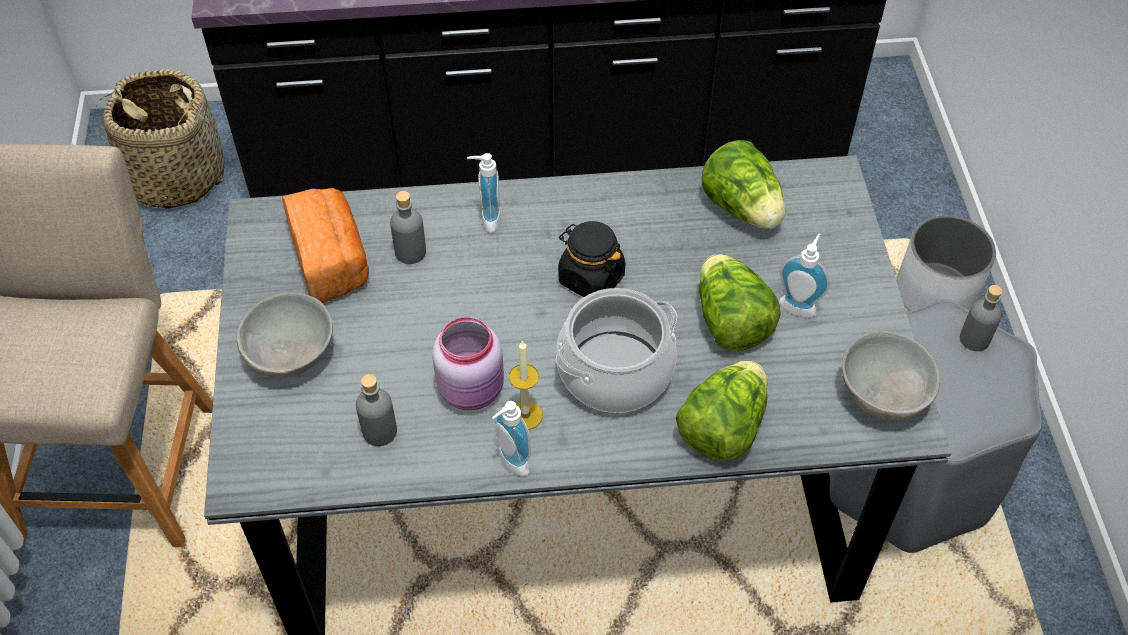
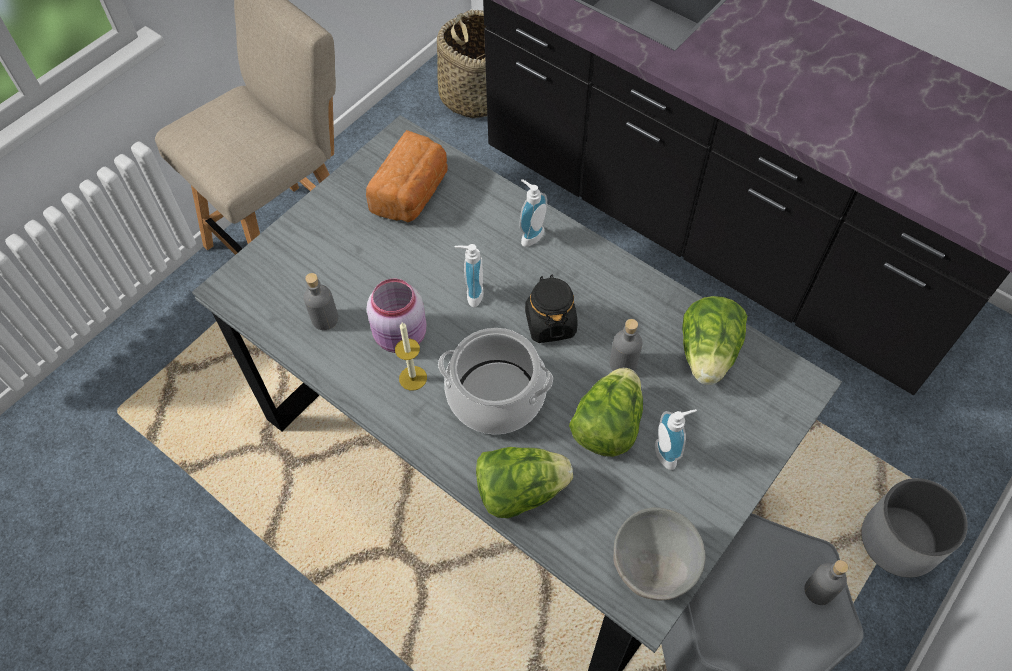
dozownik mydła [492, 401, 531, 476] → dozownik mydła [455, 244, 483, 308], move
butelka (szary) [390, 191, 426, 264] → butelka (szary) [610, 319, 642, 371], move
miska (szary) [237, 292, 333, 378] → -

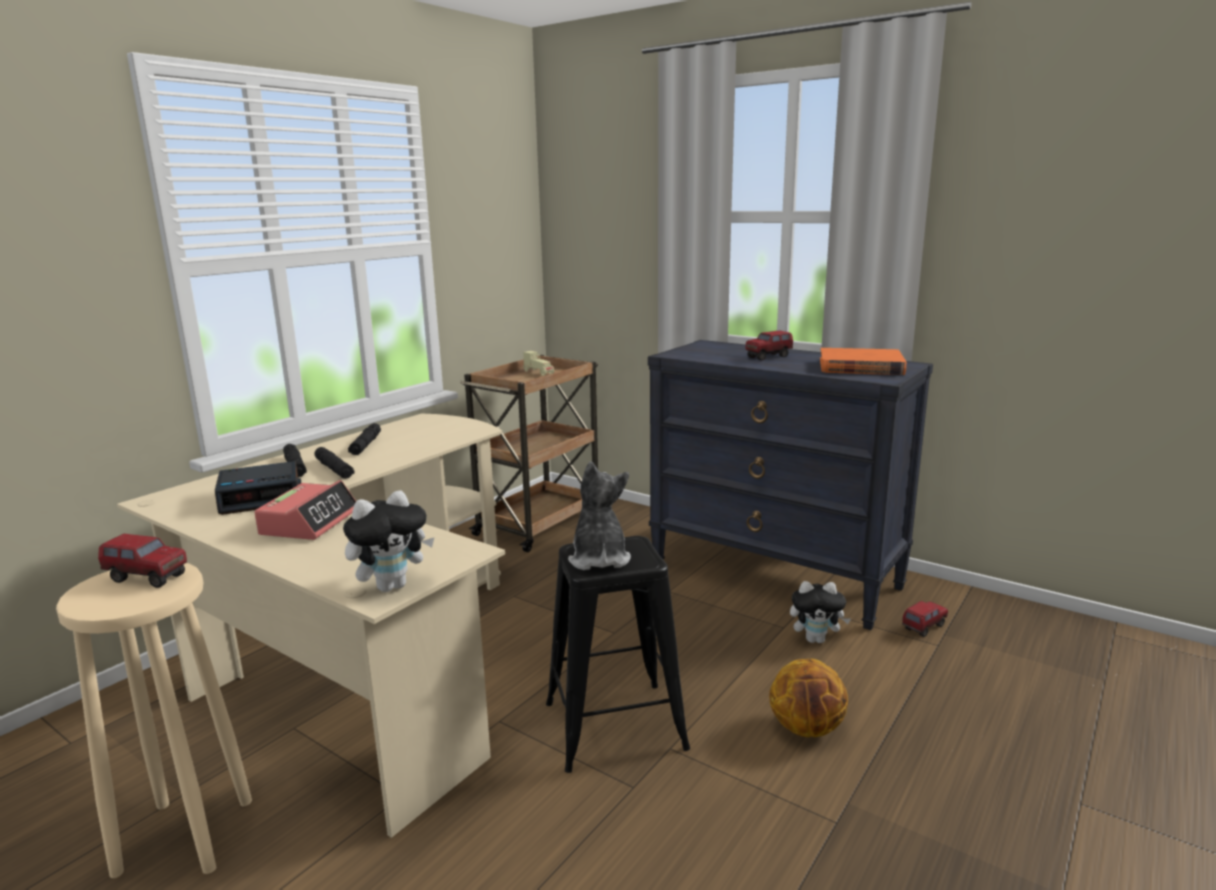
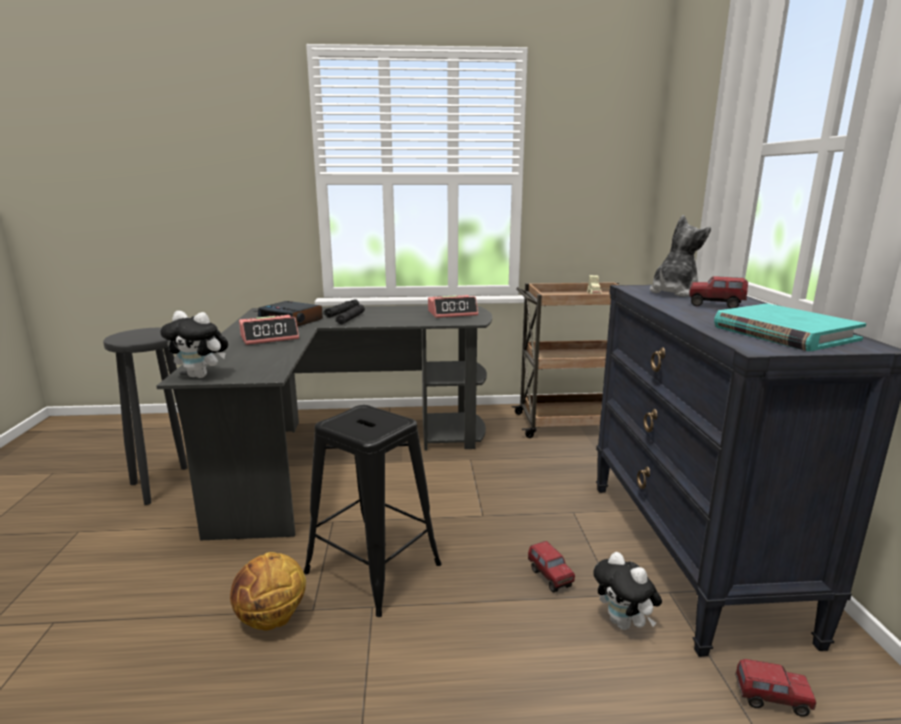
stołek (beżowy) [56, 563, 252, 878] → stołek (czarny) [103, 328, 188, 505]
biurko (beżowy) [117, 414, 505, 838] → biurko (czarny) [157, 305, 492, 540]
piłka do koszykówki [769, 658, 848, 737] → piłka do koszykówki [230, 552, 306, 631], move
- → budzik [428, 295, 478, 318]
ciężarówka zabawkowa [98, 534, 187, 588] → ciężarówka zabawkowa [528, 541, 575, 592], move
pluszak [568, 461, 631, 570] → pluszak [650, 215, 711, 297], move
książka (pomarańczowy) [820, 348, 906, 375] → książka (turkusowy) [714, 303, 866, 351]
latarka (czarny) [348, 423, 381, 455] → -

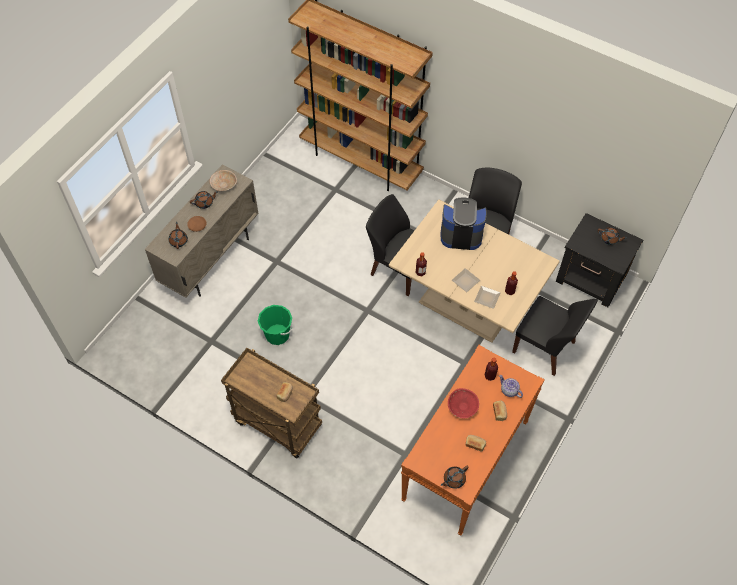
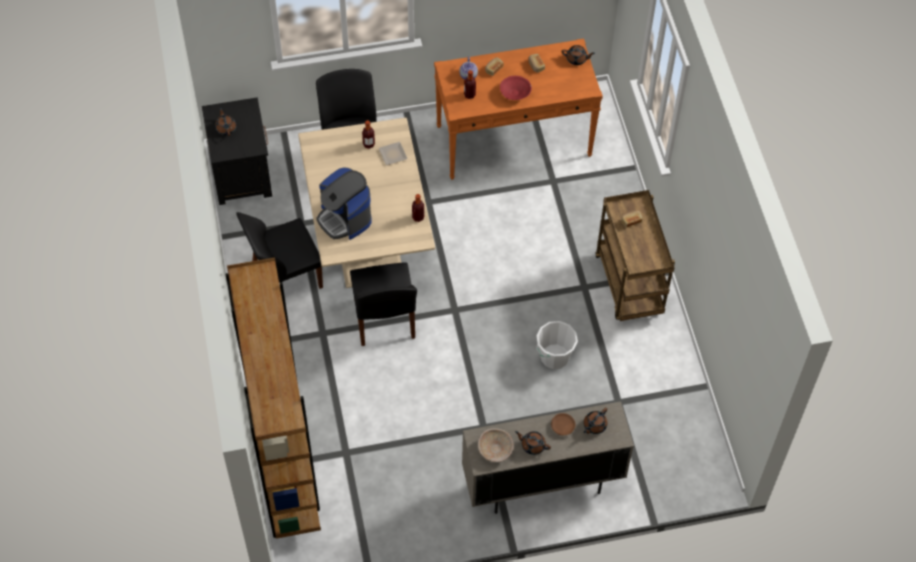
wiadro (zielony) [258, 305, 293, 345] → wiadro (biały) [536, 321, 578, 369]
talerz [452, 268, 480, 292] → -

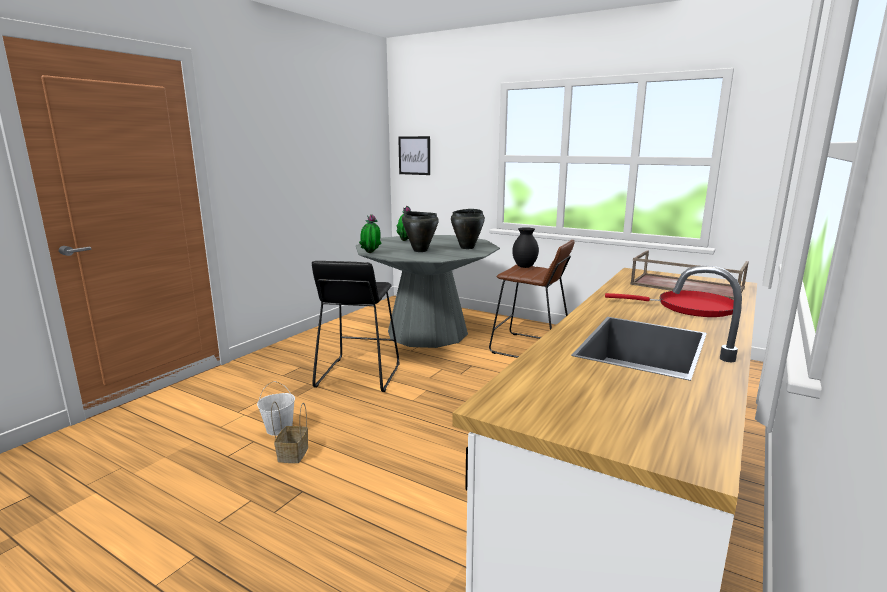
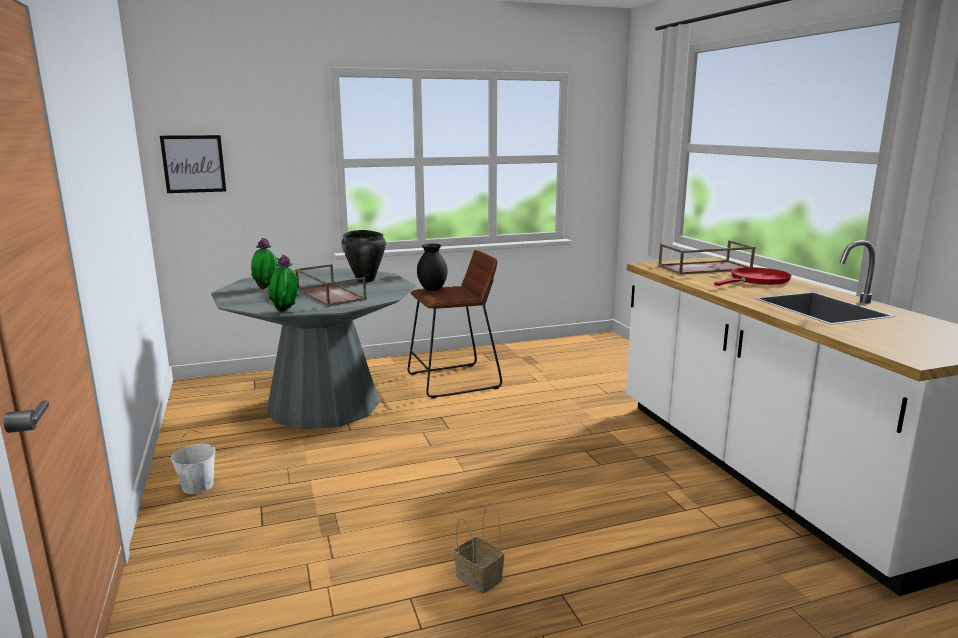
wiadro (biały) [257, 381, 295, 436] → wiadro (biały) [171, 430, 216, 494], move
garnek (czarny) [402, 211, 439, 252] → taca (brązowy) [295, 264, 367, 306]
stołek (czarny) [312, 261, 400, 392] → -

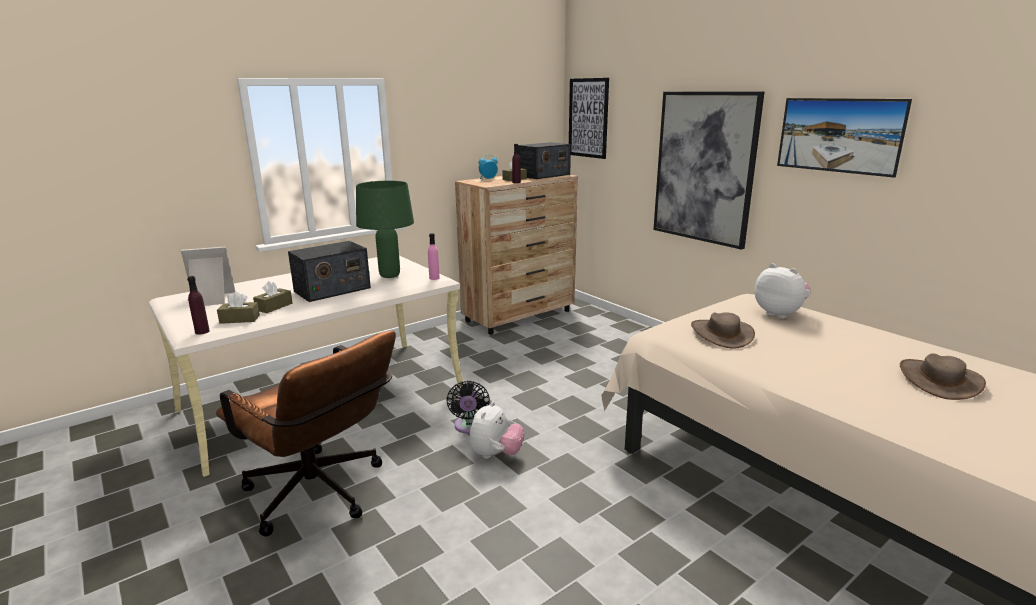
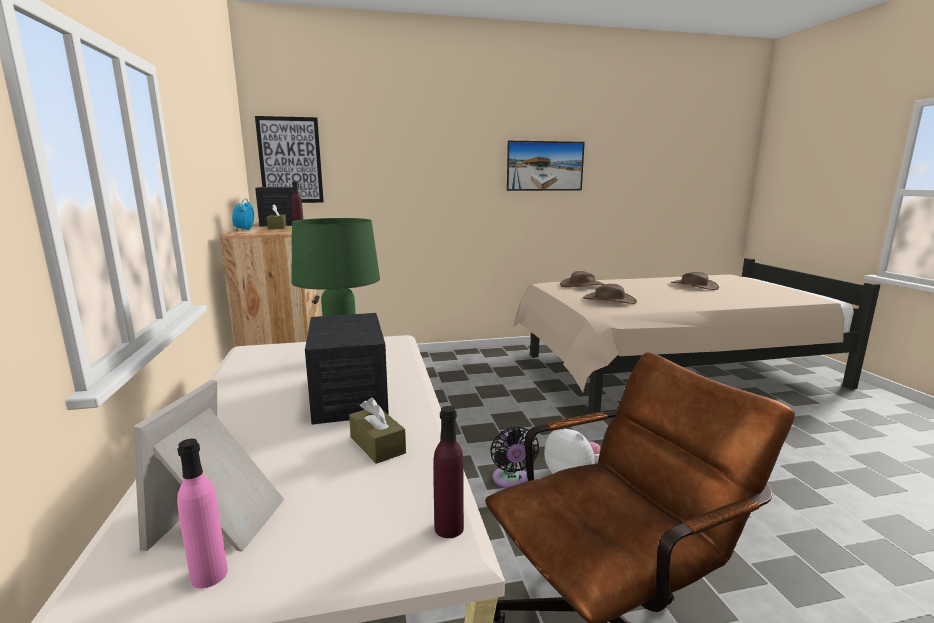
butelka (różowy) [428, 233, 440, 280] → butelka (różowy) [177, 439, 228, 588], move
wentylator (czarny) [446, 381, 490, 434] → wentylator (czarny) [490, 426, 539, 488], 60 degrees clockwise
pluszak [754, 263, 811, 319] → kapelusz (brązowy) [560, 271, 605, 287]
pudełko chusteczek (brązowy) [217, 292, 260, 324] → -
obraz [653, 91, 765, 250] → -

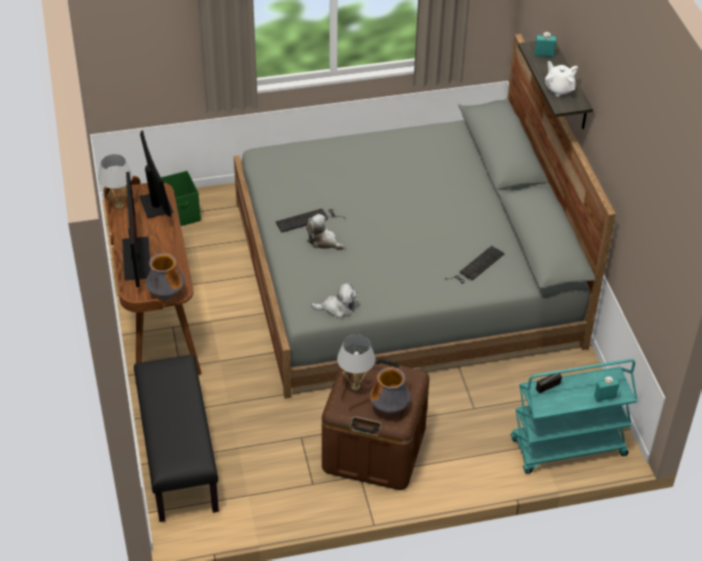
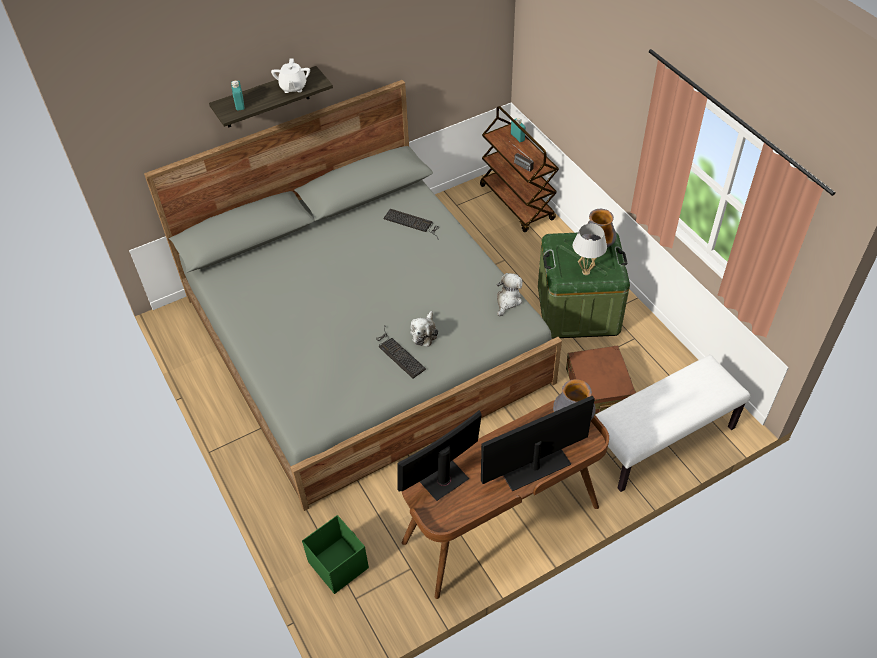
imbryk (biały) [545, 61, 578, 96] → imbryk (biały) [271, 58, 310, 93], 45 degrees counterclockwise
wózek (turkusowy) [511, 359, 638, 474] → wózek (brązowy) [480, 106, 559, 232]
pluszak [311, 282, 358, 318] → pluszak [496, 273, 523, 317], 45 degrees clockwise
pojemnik do przechowywania (brązowy) [322, 359, 429, 490] → pojemnik do przechowywania (zielony) [538, 233, 630, 339]
- → walizka (brązowy) [566, 345, 636, 415]
ławka (czarny) [134, 355, 219, 522] → ławka (biały) [595, 355, 750, 492]
lampa stołowa (biały) [98, 154, 133, 209] → -

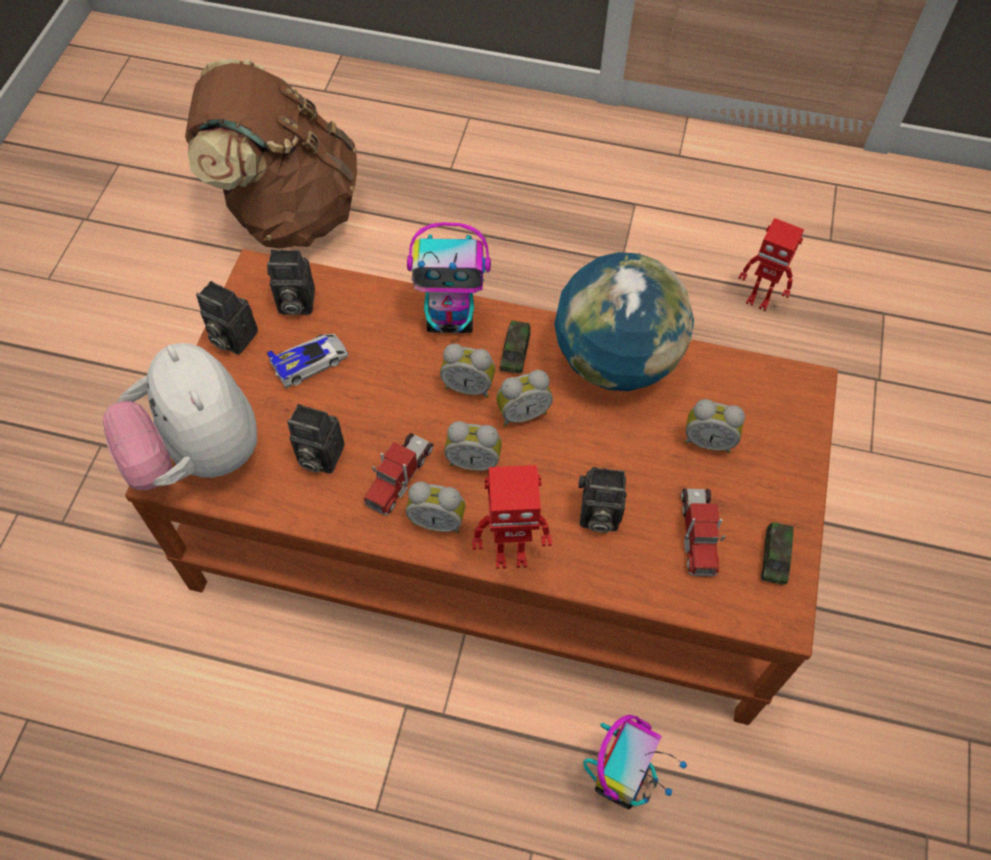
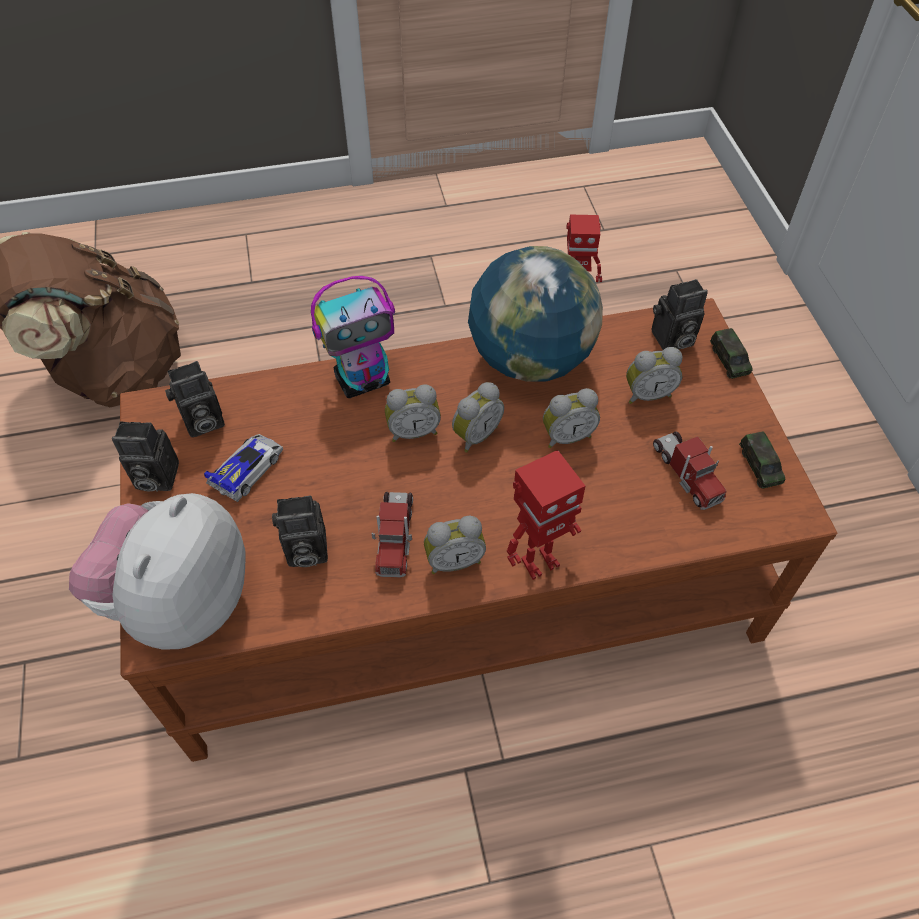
pluszak [103, 343, 257, 490] → pluszak [69, 493, 246, 650], 75 degrees clockwise
budzik [444, 421, 502, 471] → budzik [543, 388, 600, 448], move
aparat fotograficzny [578, 467, 627, 533] → aparat fotograficzny [652, 279, 708, 350], move
samochodzik [500, 321, 531, 373] → samochodzik [710, 328, 753, 379], move
robot zabawkowy [583, 715, 687, 809] → -

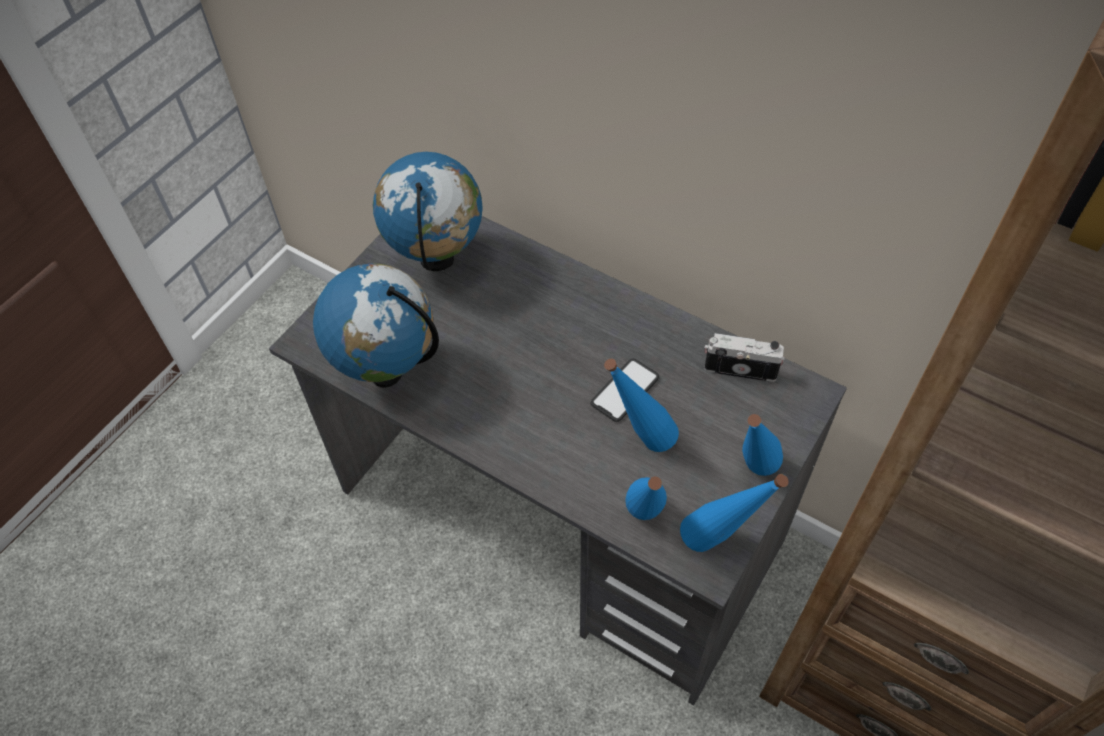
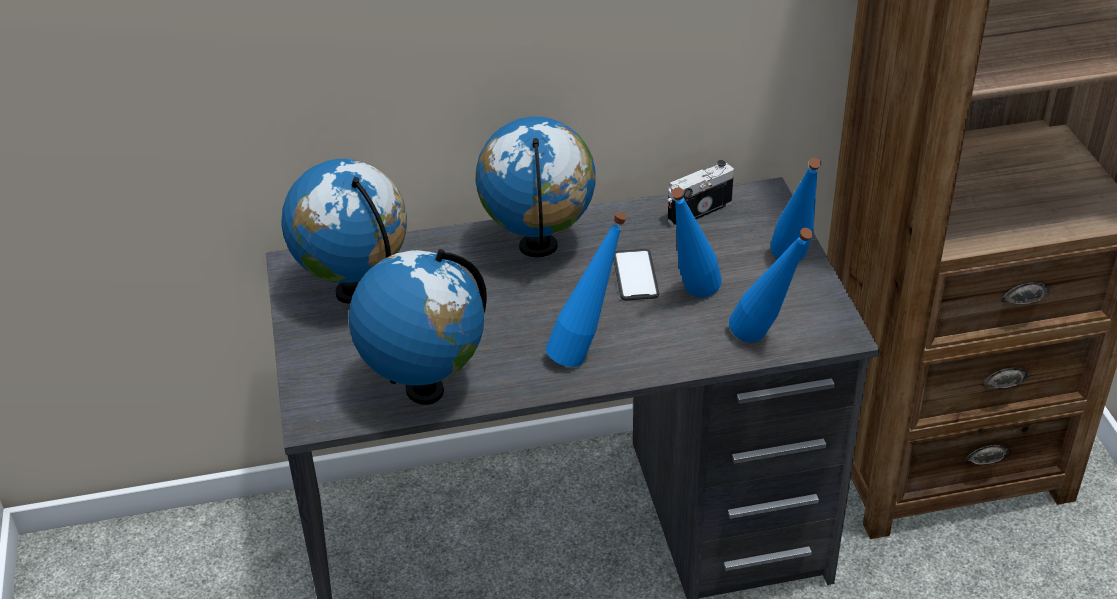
- → globus [476, 117, 596, 257]
butelka (niebieski) [680, 474, 789, 552] → butelka (niebieski) [546, 213, 627, 367], move

